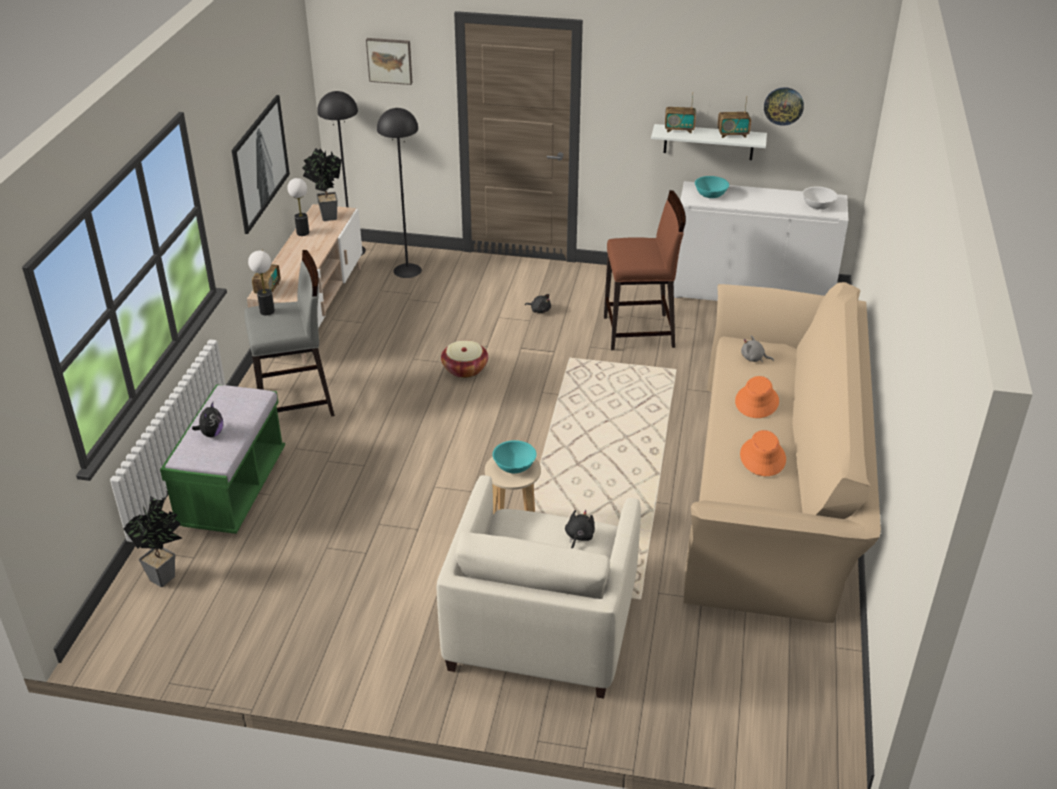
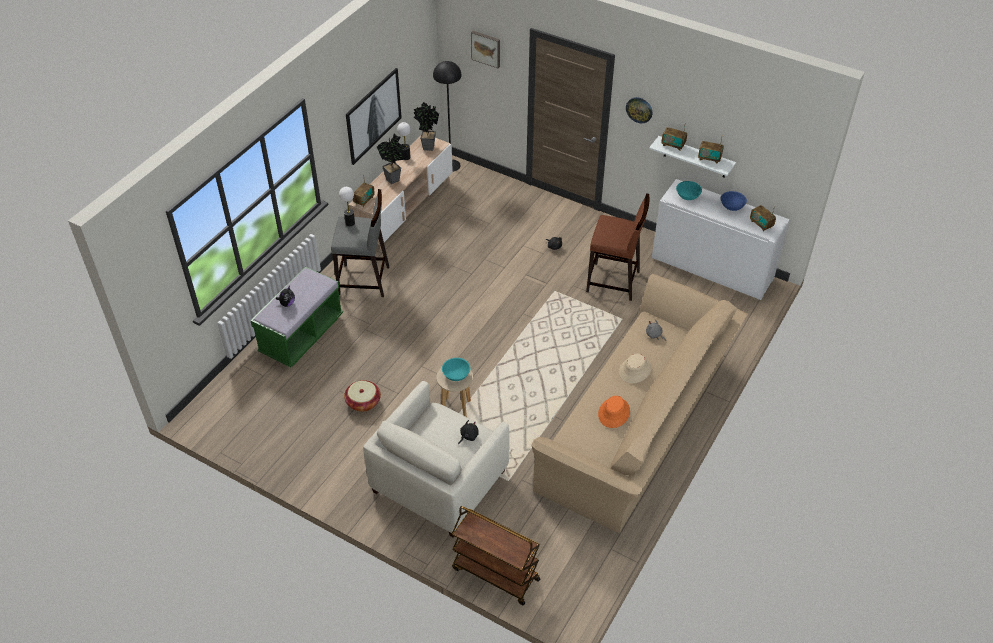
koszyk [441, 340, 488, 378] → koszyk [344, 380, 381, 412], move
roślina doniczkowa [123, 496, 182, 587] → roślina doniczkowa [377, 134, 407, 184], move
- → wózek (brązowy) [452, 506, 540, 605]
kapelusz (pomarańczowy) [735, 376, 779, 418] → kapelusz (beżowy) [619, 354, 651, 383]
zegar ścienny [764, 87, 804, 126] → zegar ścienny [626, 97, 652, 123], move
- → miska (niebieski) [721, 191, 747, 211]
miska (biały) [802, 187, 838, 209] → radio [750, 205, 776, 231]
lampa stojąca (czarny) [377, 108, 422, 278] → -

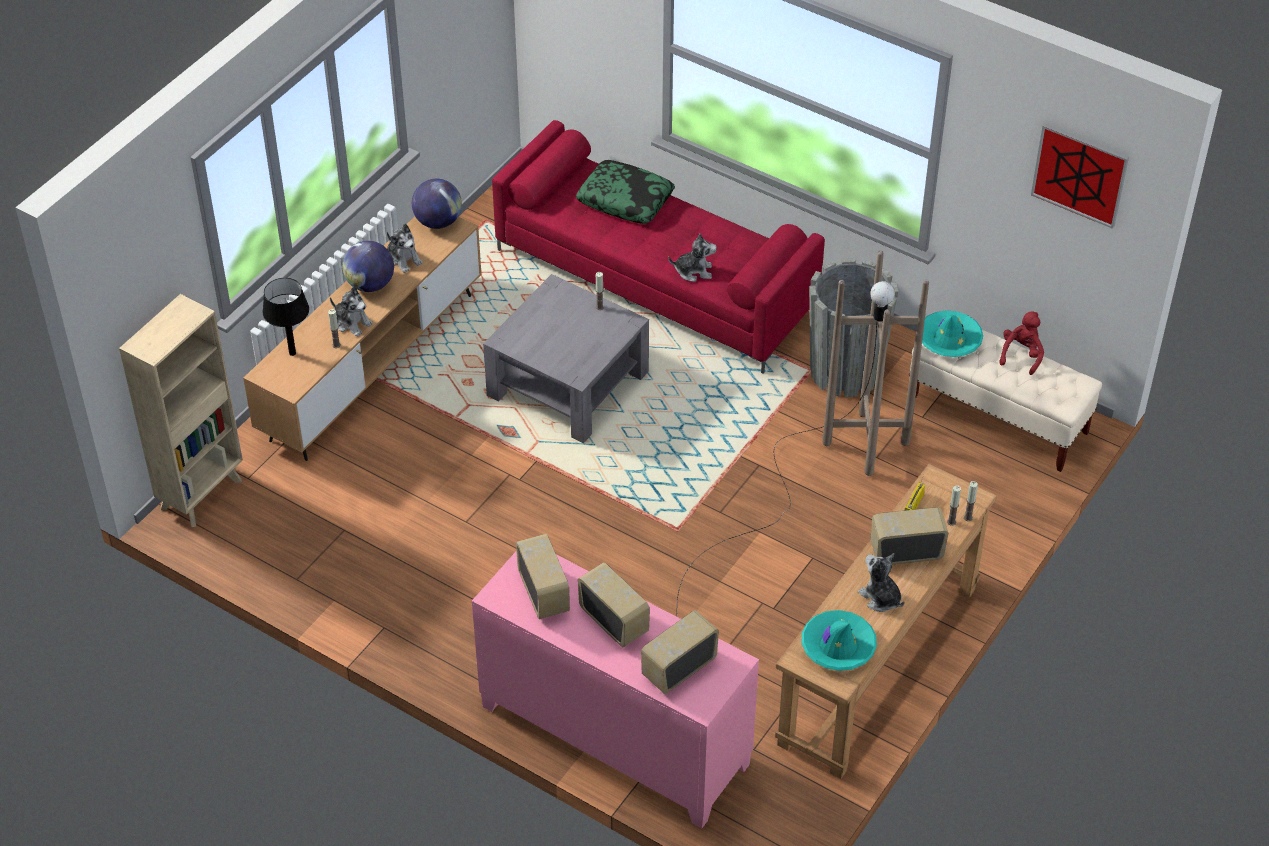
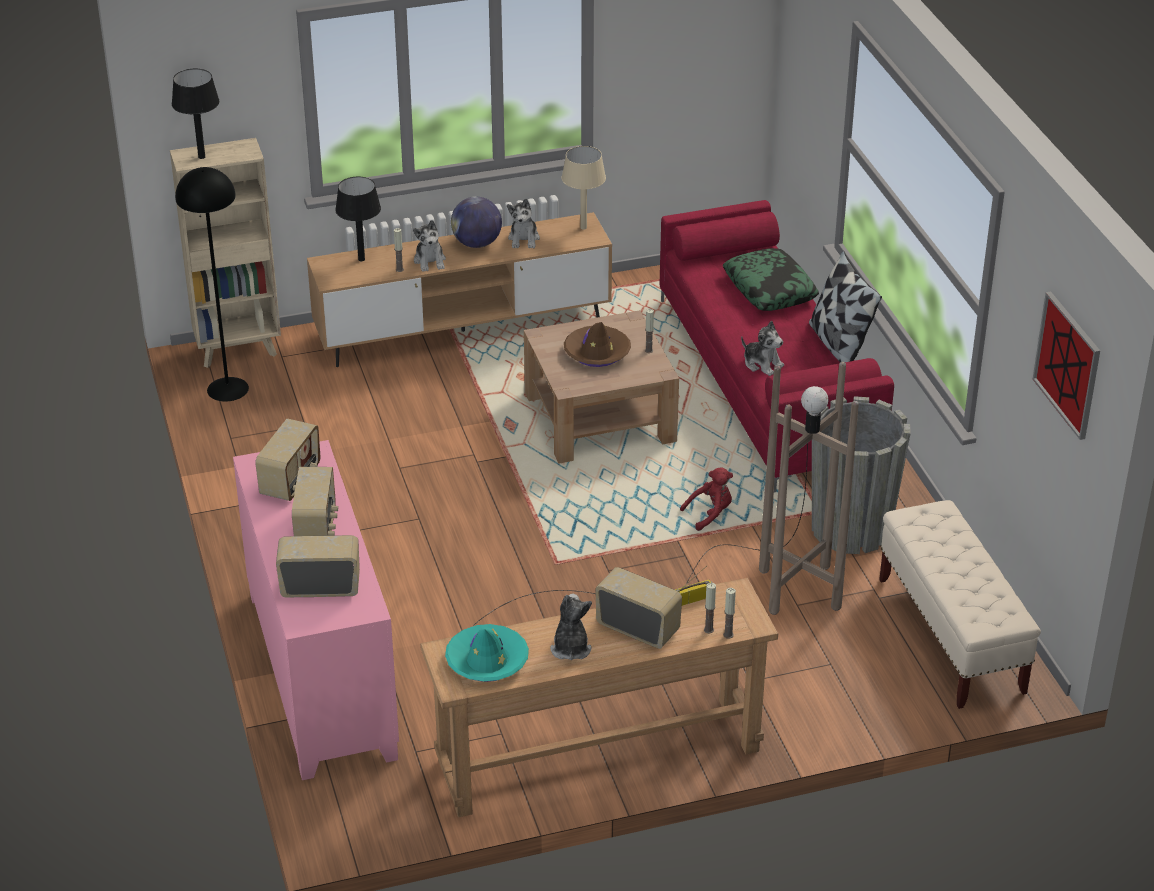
- → lampa stołowa (czarny) [172, 69, 220, 159]
- → lampa stojąca (czarny) [175, 167, 249, 402]
ława (szary) [483, 274, 649, 443] → ława (brązowy) [524, 310, 679, 464]
globus [412, 179, 462, 229] → lampa stołowa (beżowy) [561, 146, 606, 230]
- → kapelusz (brązowy) [564, 322, 631, 367]
pluszak (czerwony) [999, 312, 1044, 375] → pluszak (czerwony) [680, 467, 733, 531], move
- → poduszka [809, 251, 882, 362]
kapelusz (turkusowy) [922, 310, 983, 357] → -

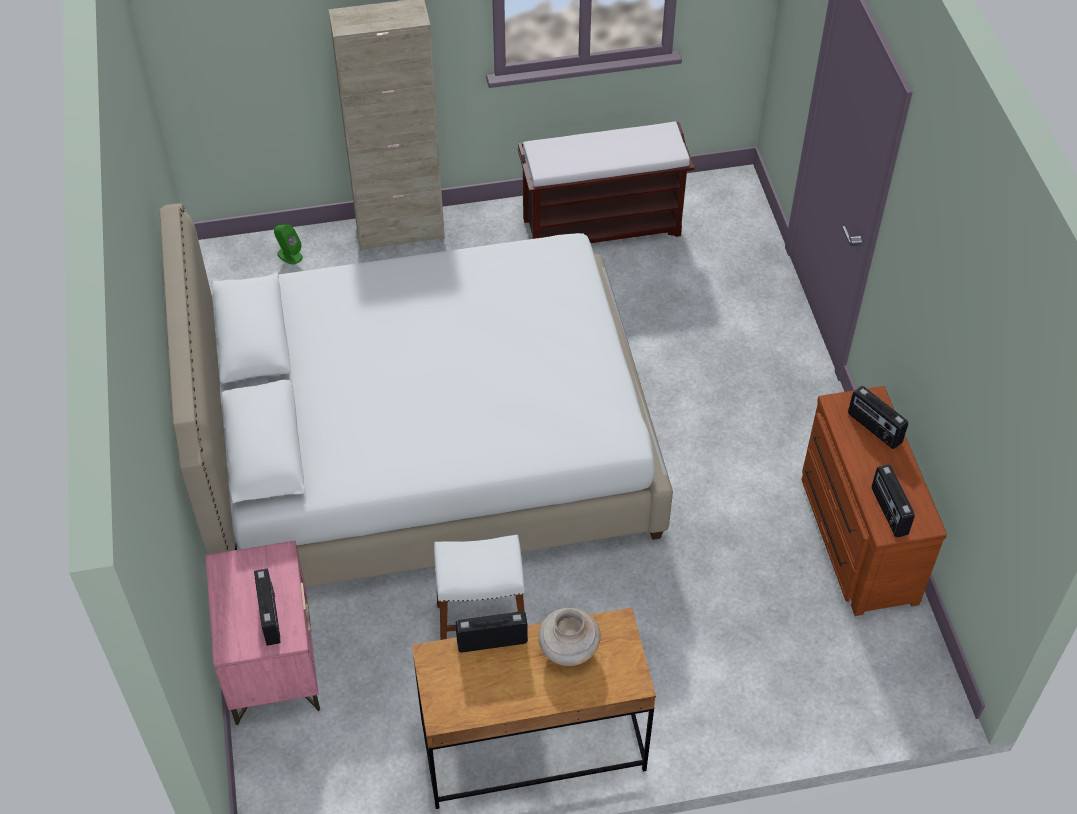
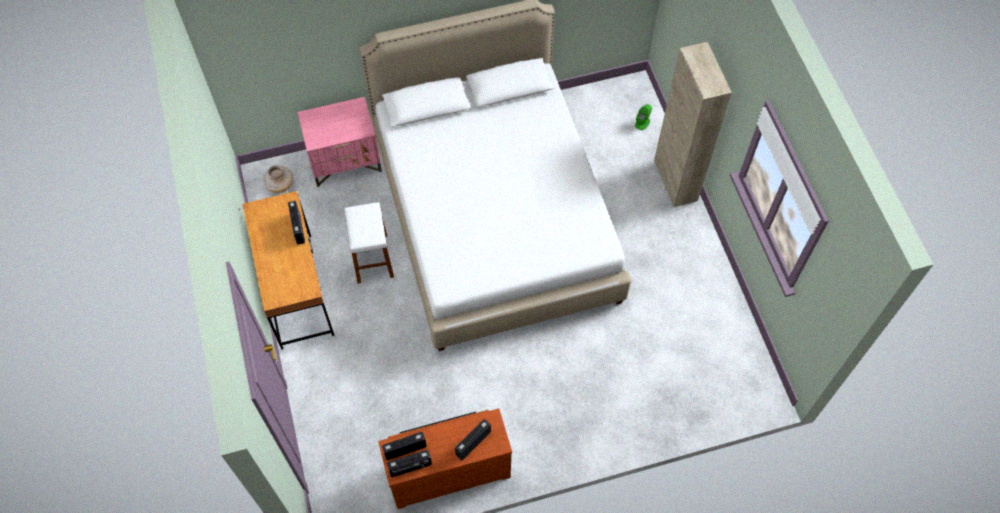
wazon (beżowy) [538, 608, 601, 666] → wazon (beżowy) [263, 165, 293, 193], move
radio [254, 568, 281, 646] → radio [387, 450, 432, 477], move
ławka (brązowy) [518, 121, 694, 243] → -

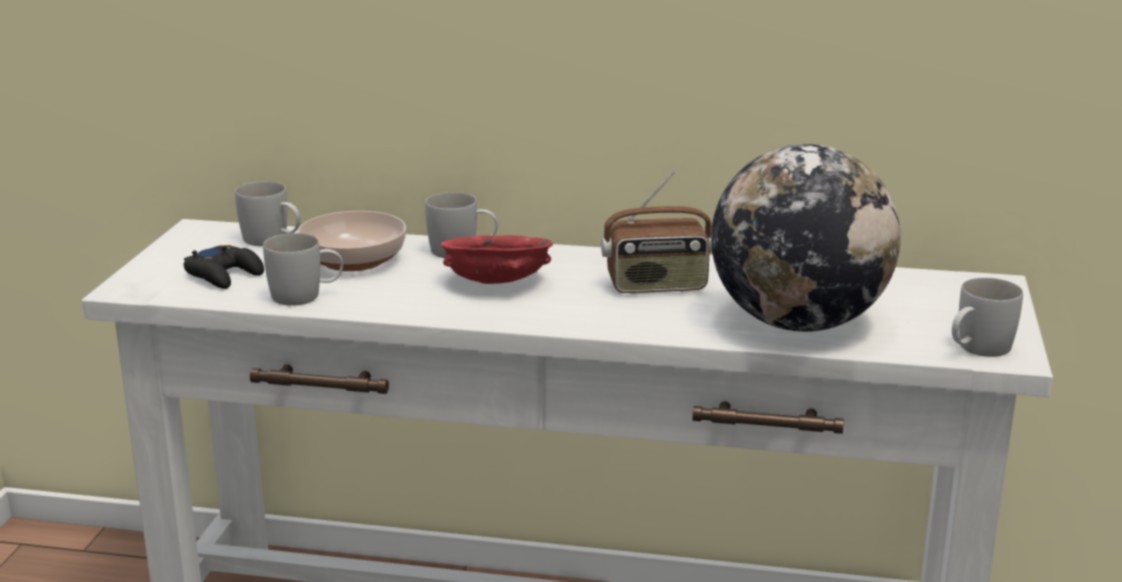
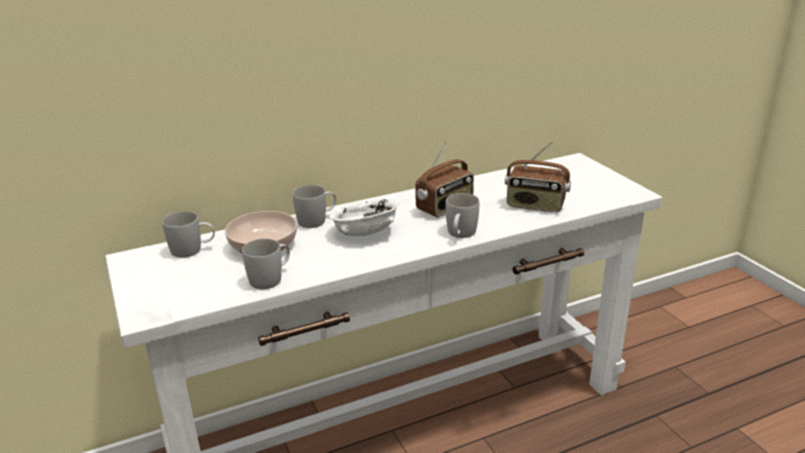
miska (czerwony) [440, 235, 553, 284] → miska (biały) [329, 199, 399, 236]
kubek (biały) [952, 278, 1023, 357] → kubek (biały) [446, 193, 479, 238], move
globus [711, 144, 901, 332] → radio [505, 142, 571, 212]
pad do gier (czarny) [184, 245, 264, 289] → -

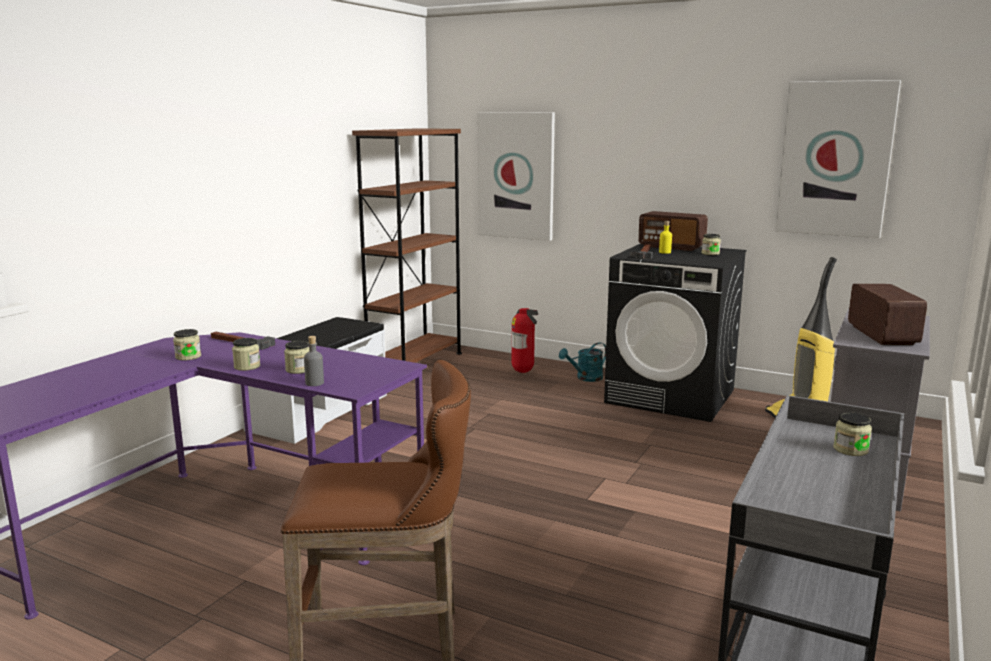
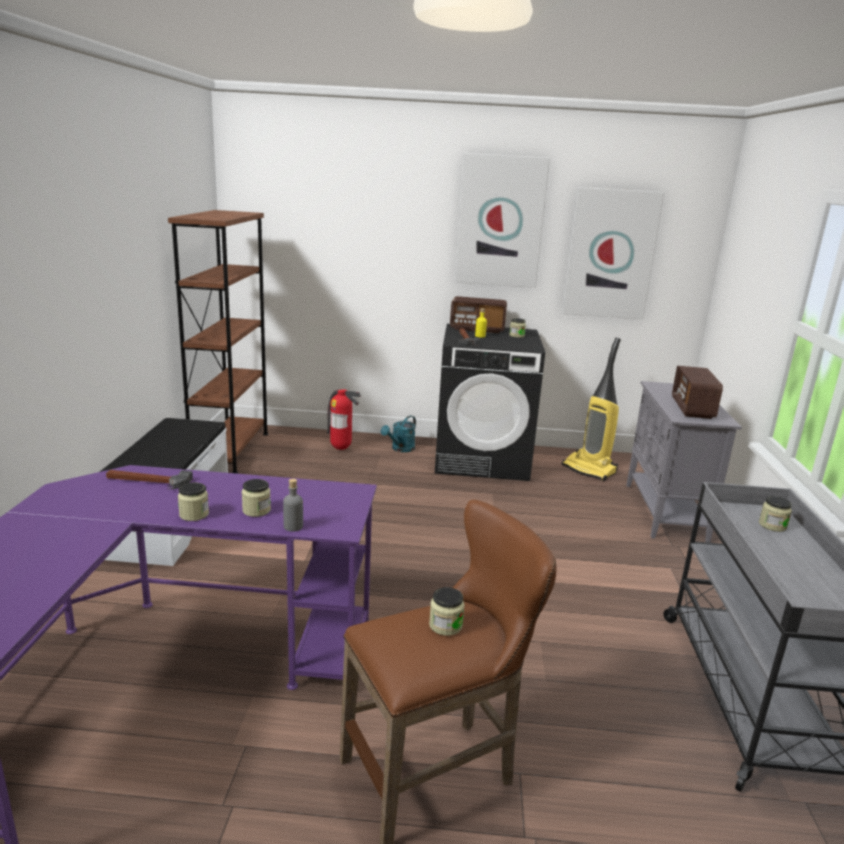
słoik [173, 329, 201, 360] → słoik [429, 587, 465, 636], move
obraz [478, 112, 555, 241] → obraz [455, 153, 550, 288], move
radio [848, 284, 927, 345] → radio [672, 366, 723, 419], 150 degrees counterclockwise

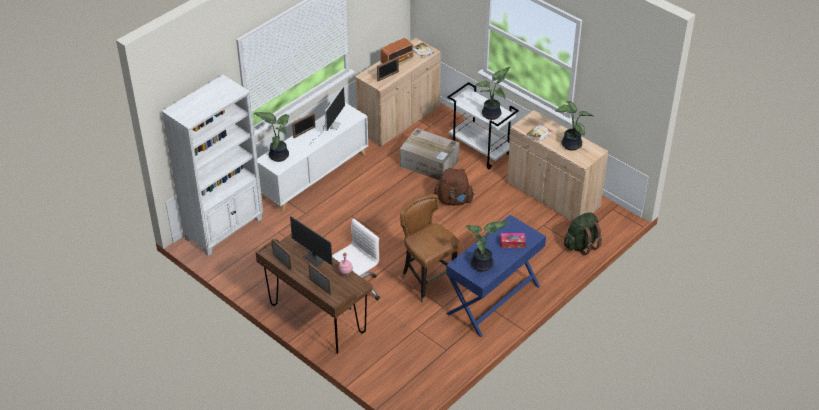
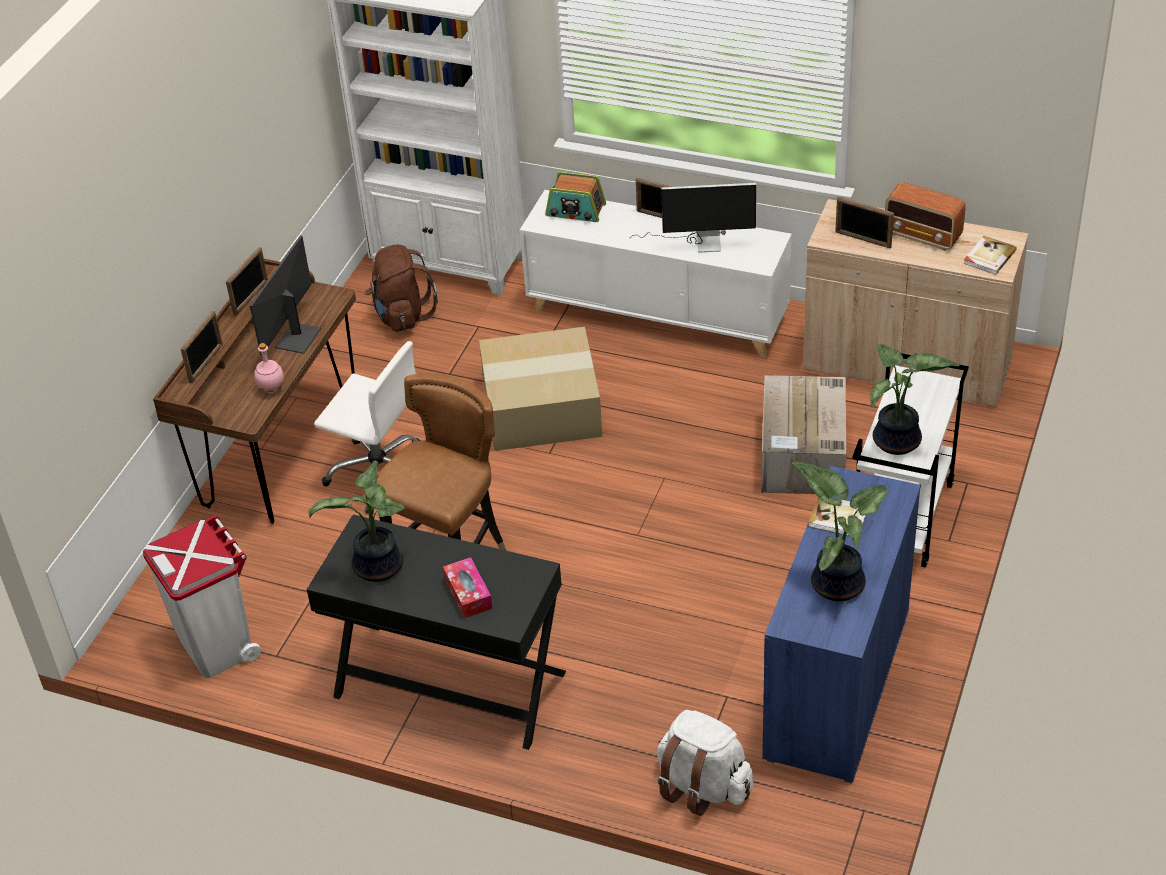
- → kosz na śmieci (biały) [143, 515, 261, 678]
biurko (niebieski) [446, 215, 546, 337] → biurko (czarny) [306, 515, 566, 750]
plecak (brązowy) [434, 168, 474, 206] → plecak (brązowy) [365, 245, 438, 332], move
- → karton [479, 327, 602, 451]
roślina doniczkowa [253, 112, 289, 162] → radio [545, 172, 606, 222]
plecak (zielony) [564, 212, 602, 255] → plecak (biały) [657, 710, 753, 816]
szafka (beżowy) [507, 110, 608, 221] → szafka (niebieski) [762, 466, 921, 783]

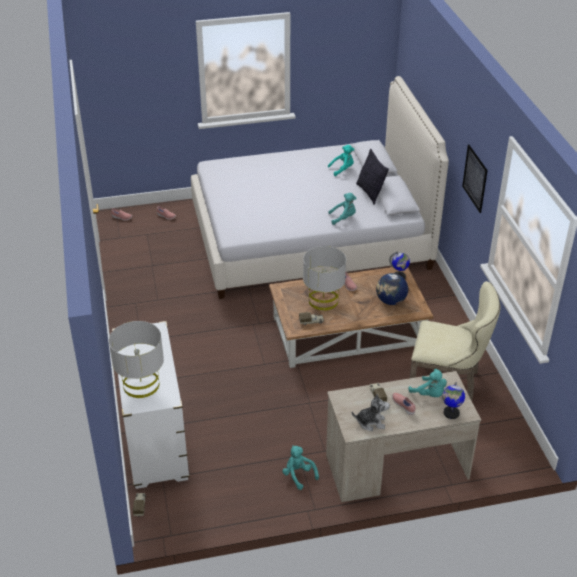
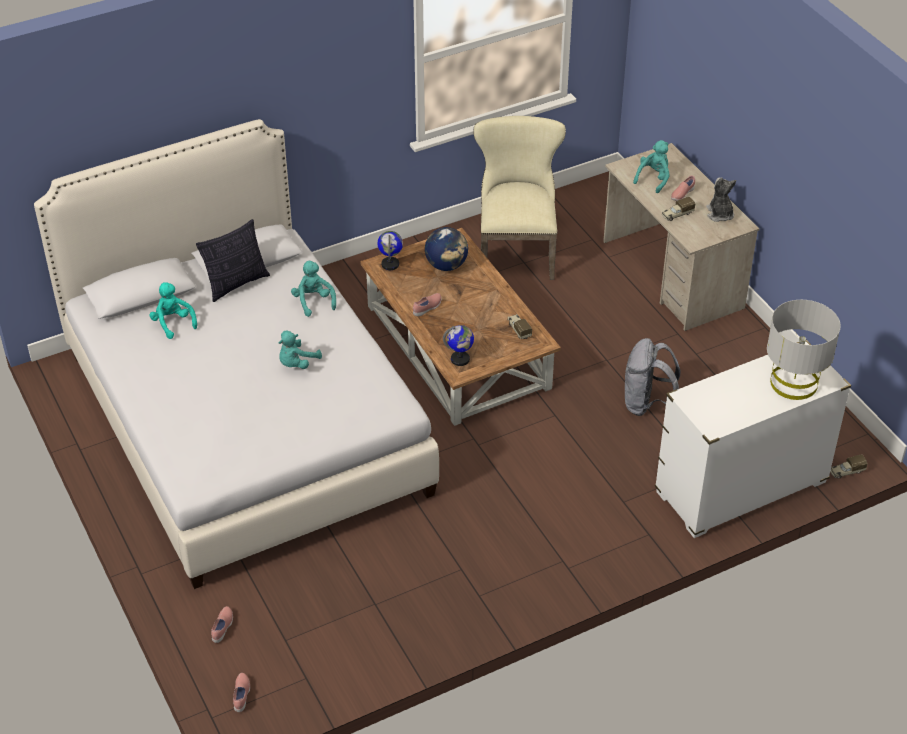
pluszak (turkusowy) [282, 445, 319, 490] → pluszak (turkusowy) [279, 330, 322, 369], move
globus [442, 382, 465, 419] → globus [443, 325, 474, 366], move
- → plecak (szary) [625, 338, 681, 416]
lampa stołowa (szary) [303, 246, 346, 310] → -
obraz [462, 145, 488, 213] → -

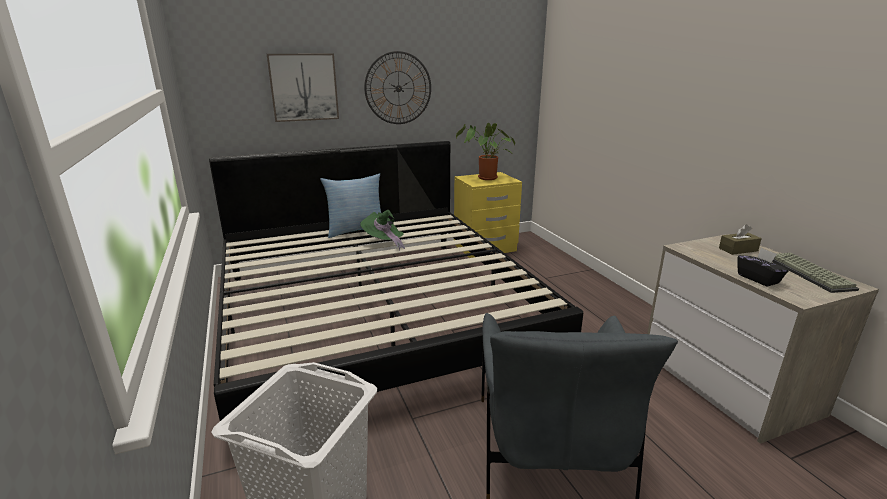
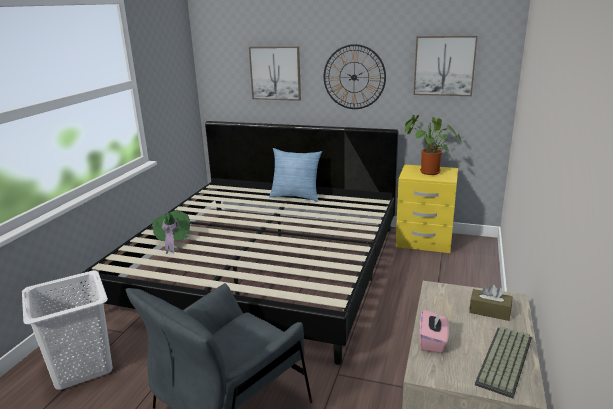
kapelusz (zielony) [360, 210, 405, 251] → kapelusz (zielony) [152, 210, 190, 254], move
- → obraz [413, 36, 478, 96]
pudełko chusteczek (czarny) [737, 248, 789, 287] → pudełko chusteczek (różowy) [419, 310, 449, 353]

